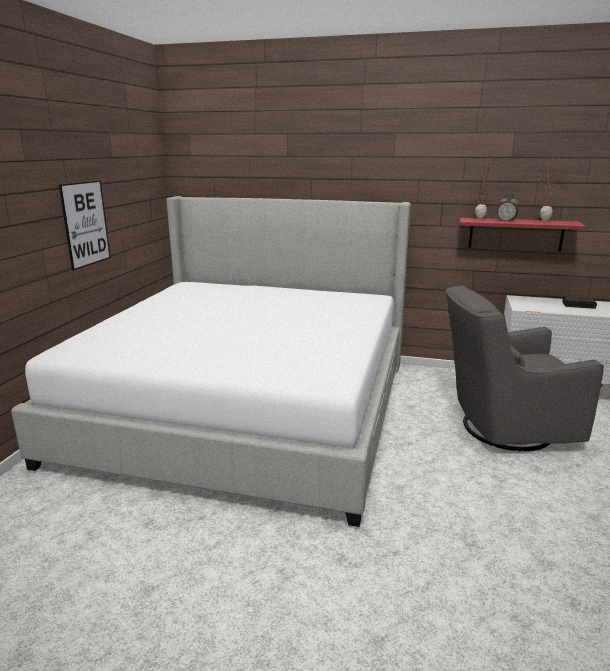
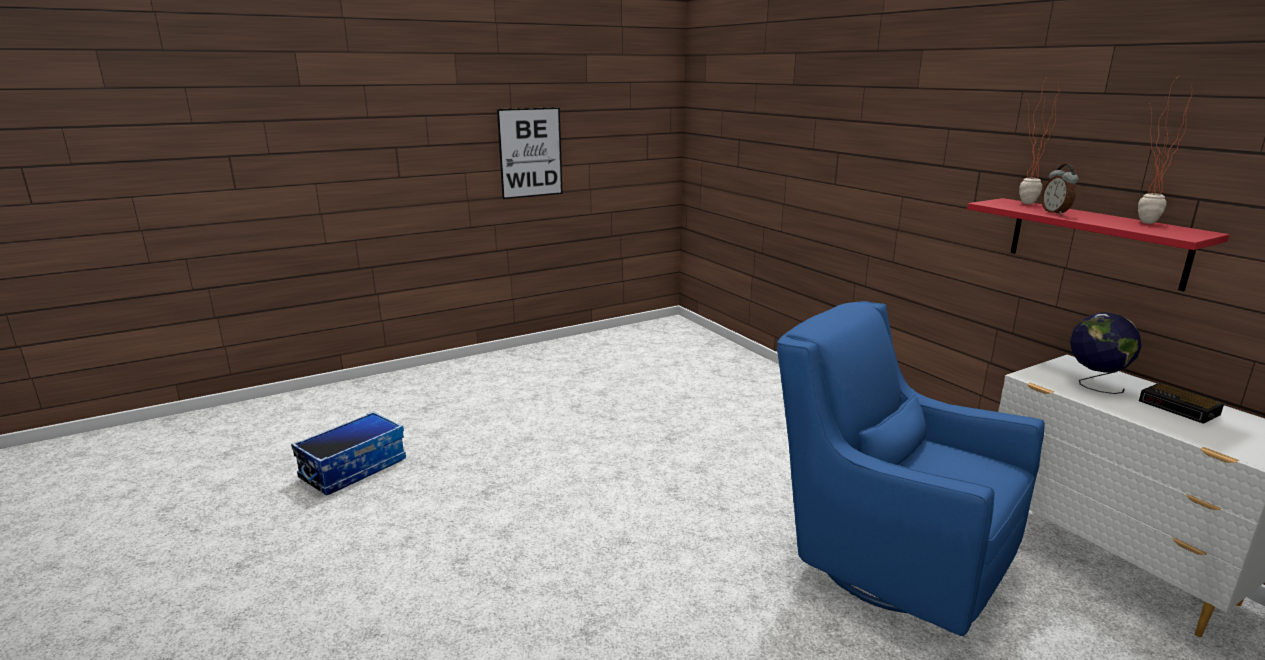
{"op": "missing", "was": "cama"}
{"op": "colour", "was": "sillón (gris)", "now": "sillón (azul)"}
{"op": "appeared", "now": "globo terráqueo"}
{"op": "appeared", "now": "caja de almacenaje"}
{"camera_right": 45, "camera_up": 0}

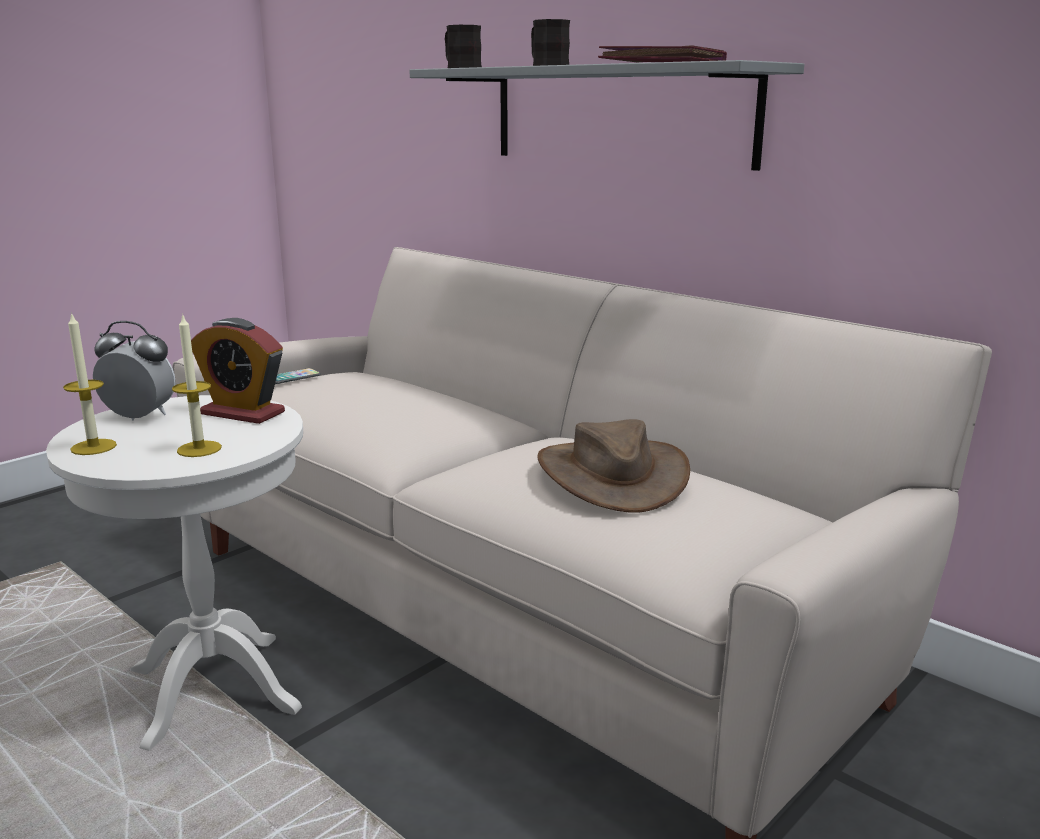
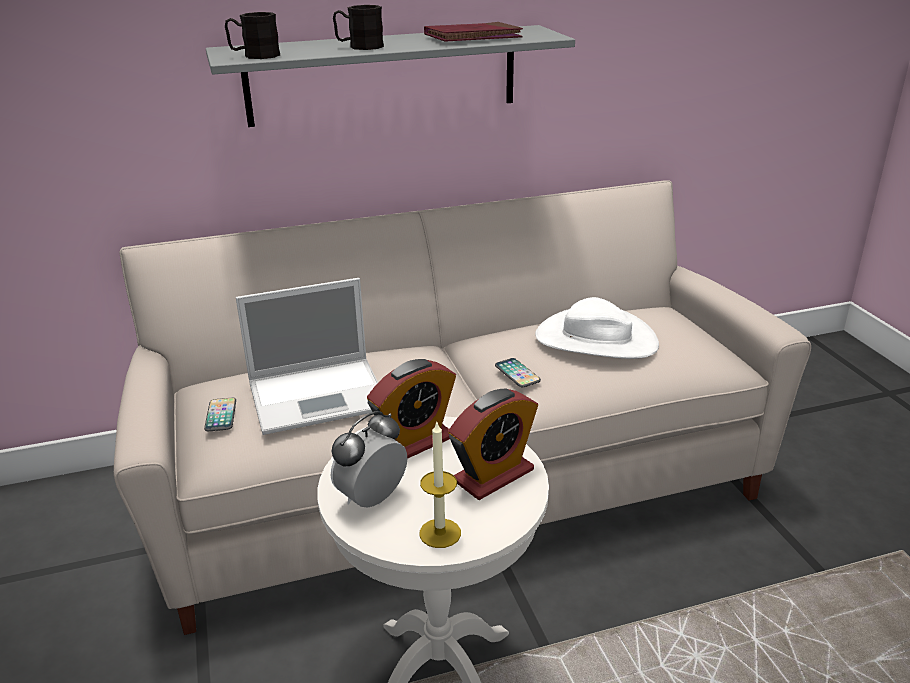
{"op": "exchanged", "was": "vela (no. 2 from left)", "now": "despertador (no. 3 from left)"}
{"op": "colour", "was": "sombrero (marrón)", "now": "sombrero (blanco)"}
{"op": "appeared", "now": "portátil"}
{"op": "appeared", "now": "móvil (no. 2 from left)"}
{"camera_right": -60, "camera_up": 10}

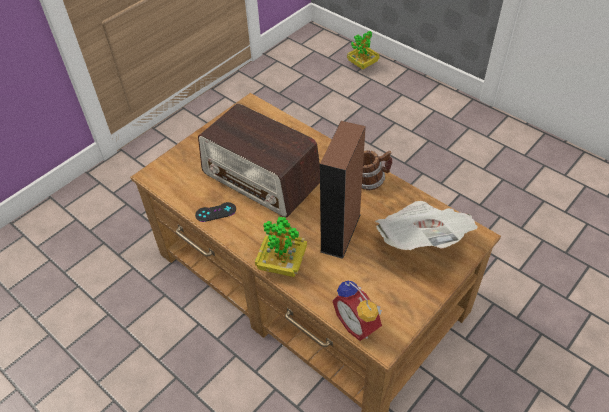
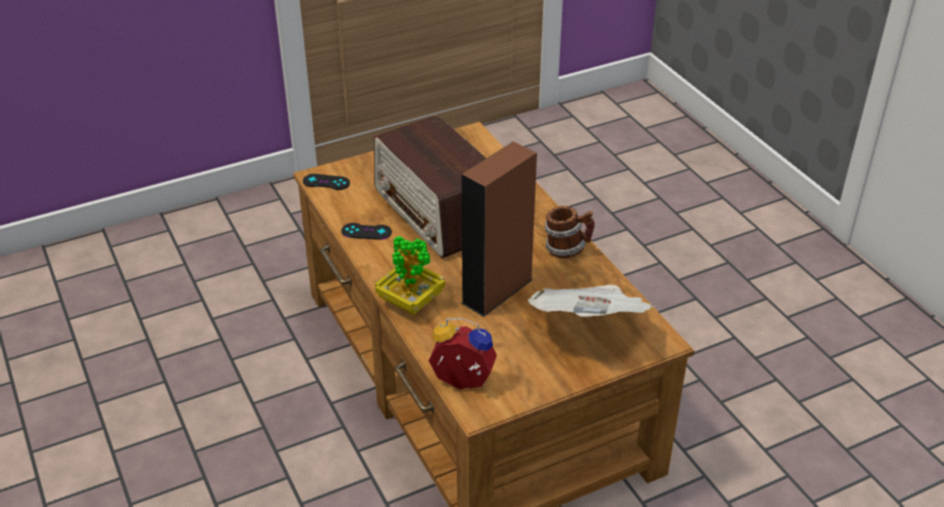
{"op": "missing", "was": "planta en maceta (no. 2 from left)"}
{"op": "spun", "was": "despertador", "clockwise": 120}
{"op": "appeared", "now": "mando de consola (negro) (no. 1 from left)"}
{"camera_right": 20, "camera_up": -10}

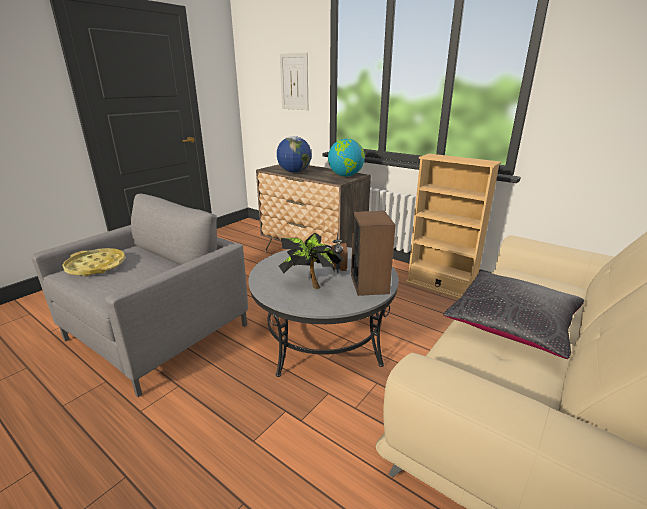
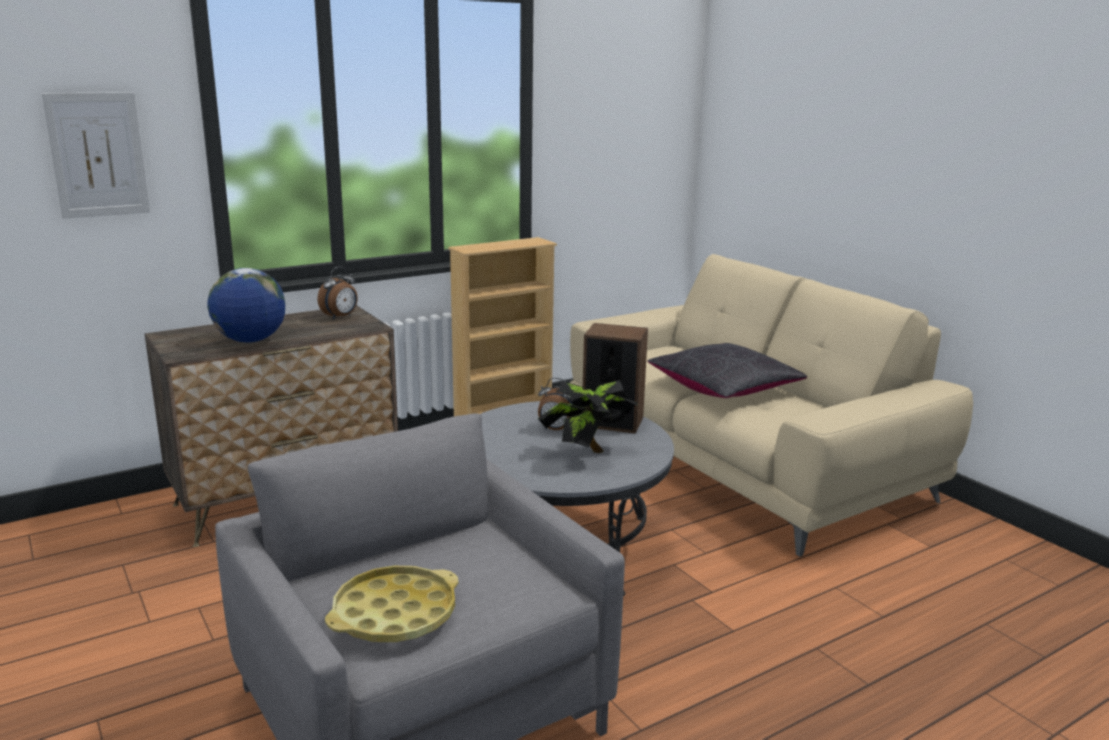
{"op": "exchanged", "was": "globo terráqueo (no. 2 from left)", "now": "despertador (no. 1 from left)"}
{"camera_right": -70, "camera_up": -5}

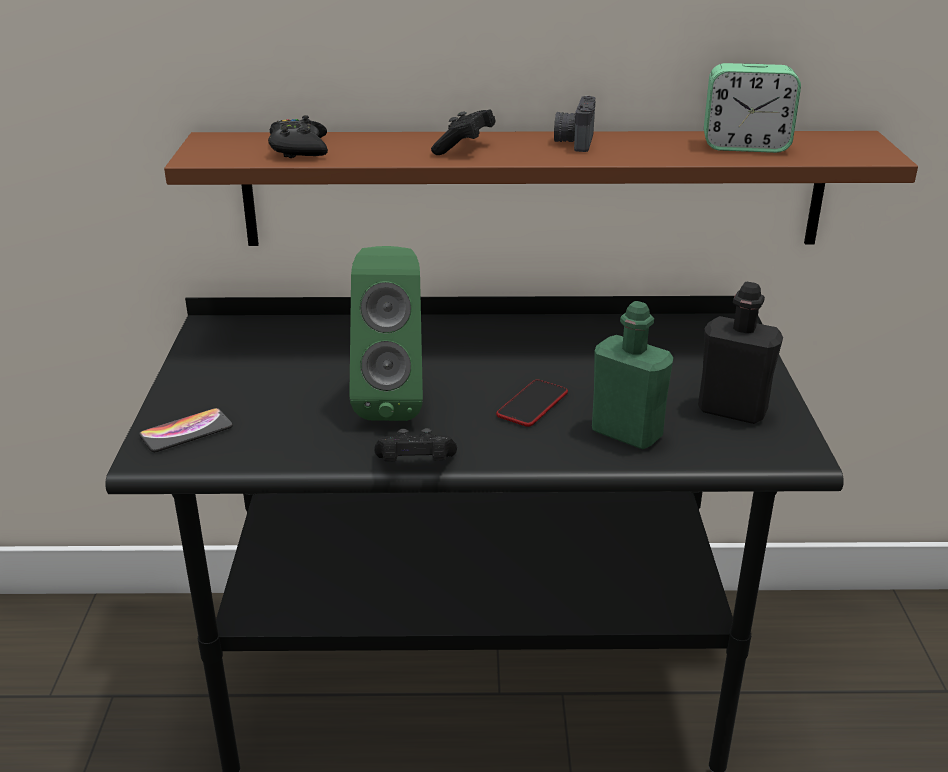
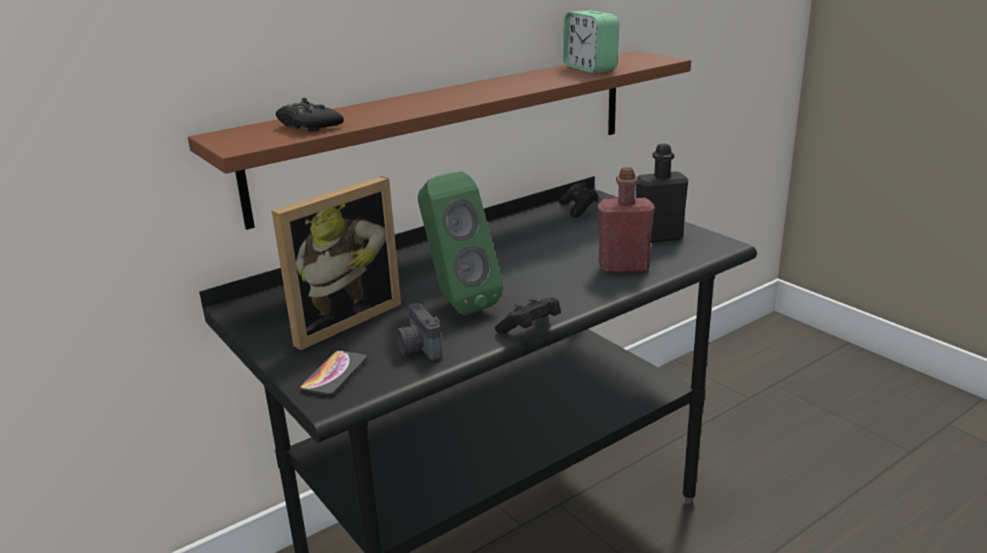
{"op": "spun", "was": "despertador", "clockwise": 90}
{"op": "relocated", "was": "cámara"}
{"op": "relocated", "was": "mando de consola (negro) (no. 3 from left)"}
{"op": "colour", "was": "botella (verde)", "now": "botella (rojo)"}
{"op": "missing", "was": "móvil (no. 2 from left)"}
{"op": "appeared", "now": "portarretratos"}
{"camera_right": -35, "camera_up": -5}

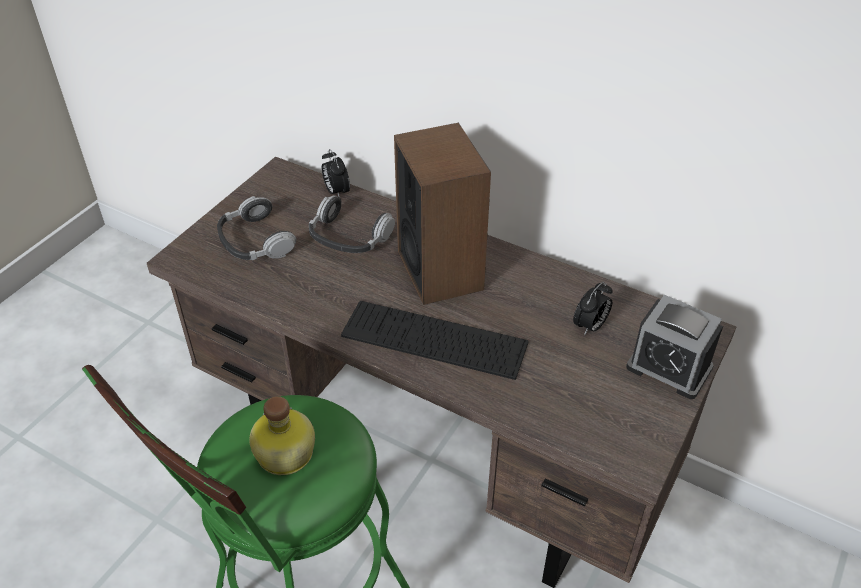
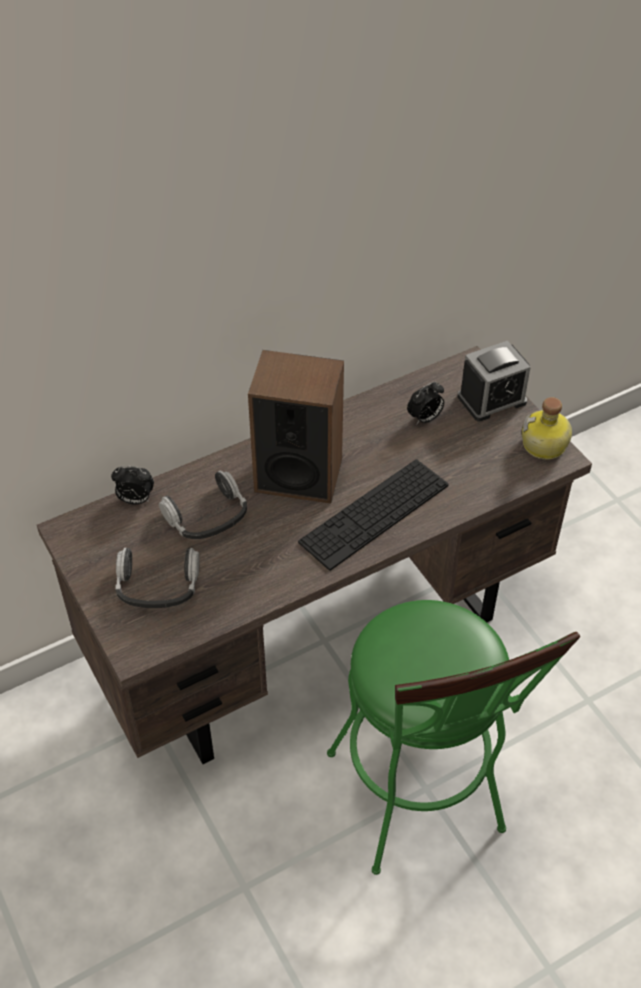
{"op": "spun", "was": "despertador (no. 2 from left)", "clockwise": 75}
{"op": "relocated", "was": "botella"}
{"camera_right": -60, "camera_up": 5}

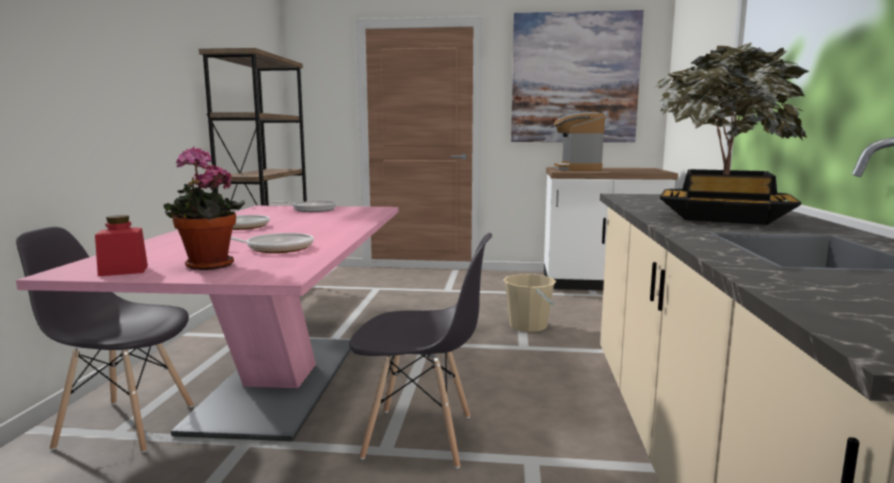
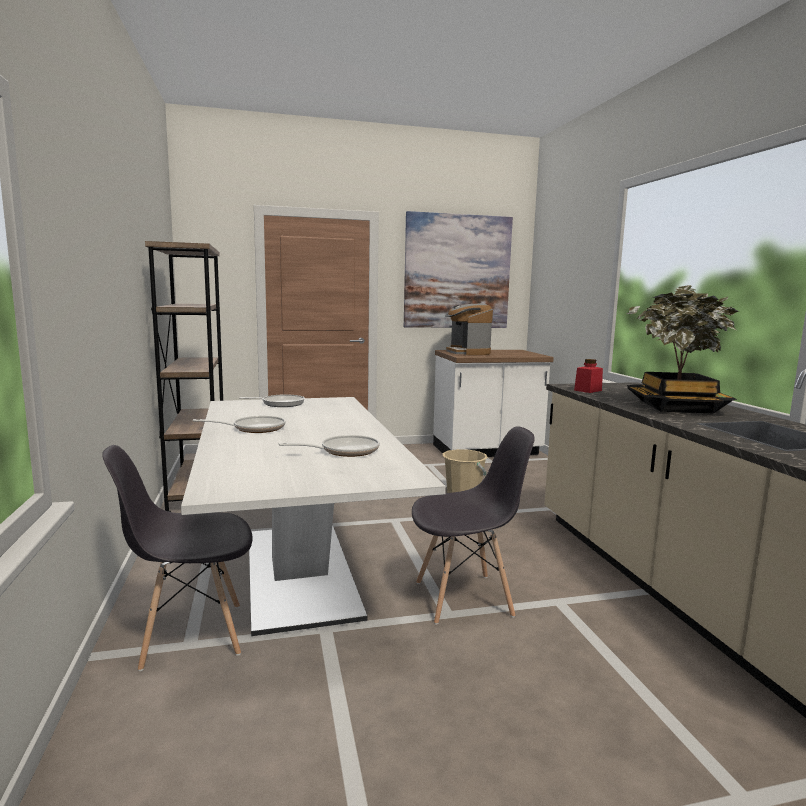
{"op": "missing", "was": "planta en maceta (no. 1 from left)"}
{"op": "colour", "was": "mesa de comedor (rosa)", "now": "mesa de comedor (blanco)"}
{"op": "relocated", "was": "tarro (rojo)"}
{"camera_right": -20, "camera_up": 0}

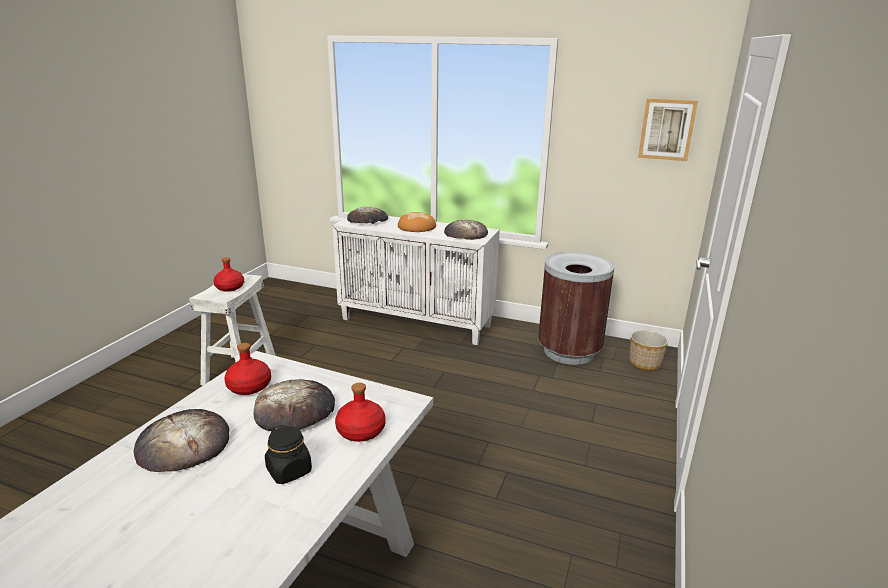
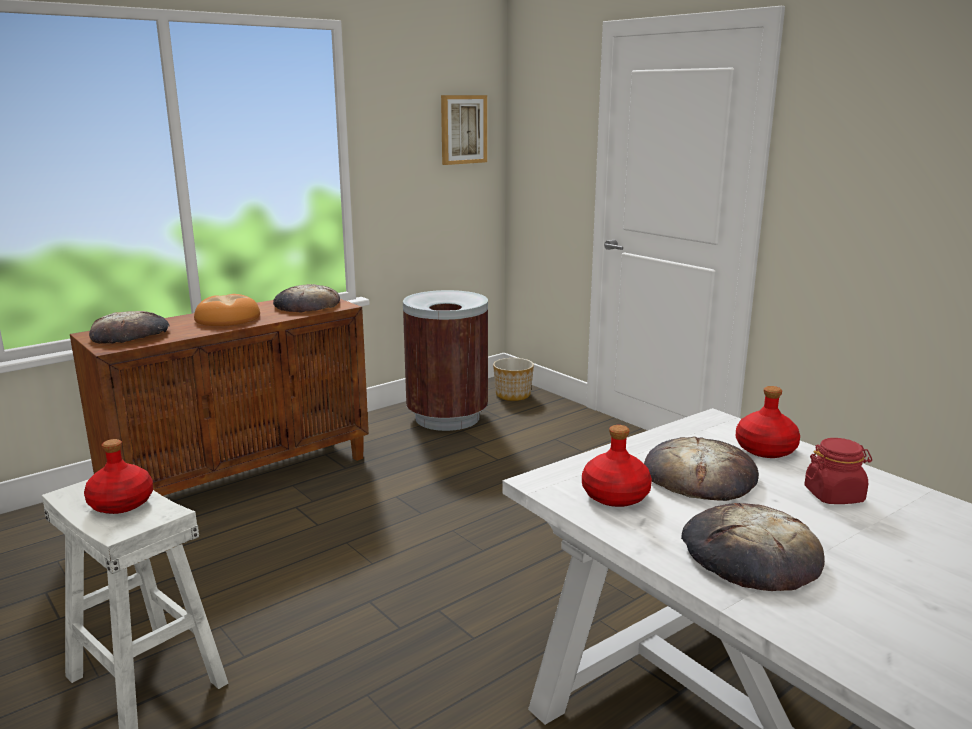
{"op": "colour", "was": "armario (blanco)", "now": "armario (marrón)"}
{"op": "colour", "was": "tarro (negro)", "now": "tarro (rojo)"}
{"camera_right": -60, "camera_up": -5}

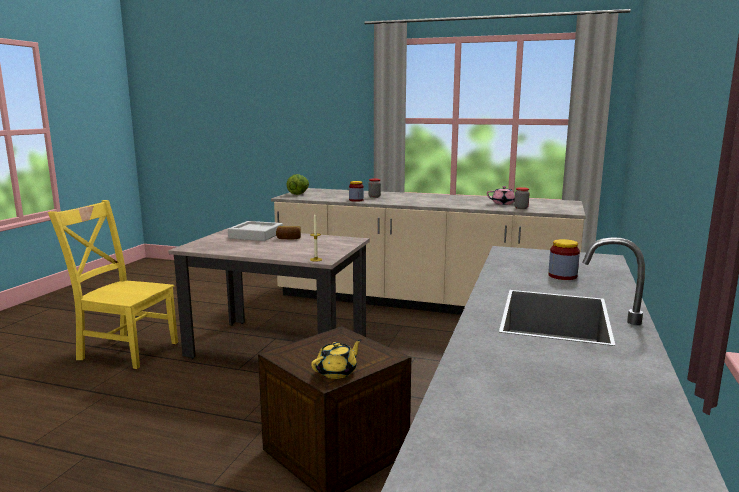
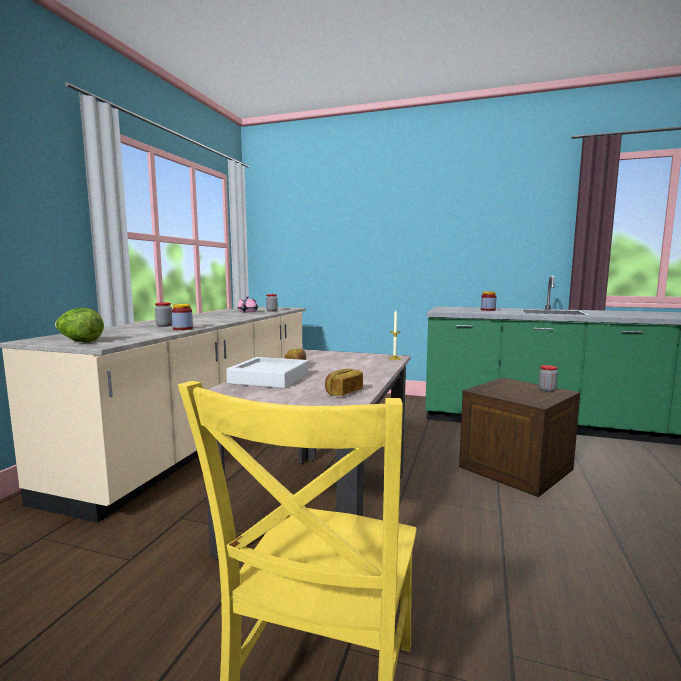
{"op": "exchanged", "was": "tetera (amarillo)", "now": "tarro (no. 5 from left)"}
{"op": "appeared", "now": "pan (no. 2 from left)"}
{"camera_right": -90, "camera_up": -5}

